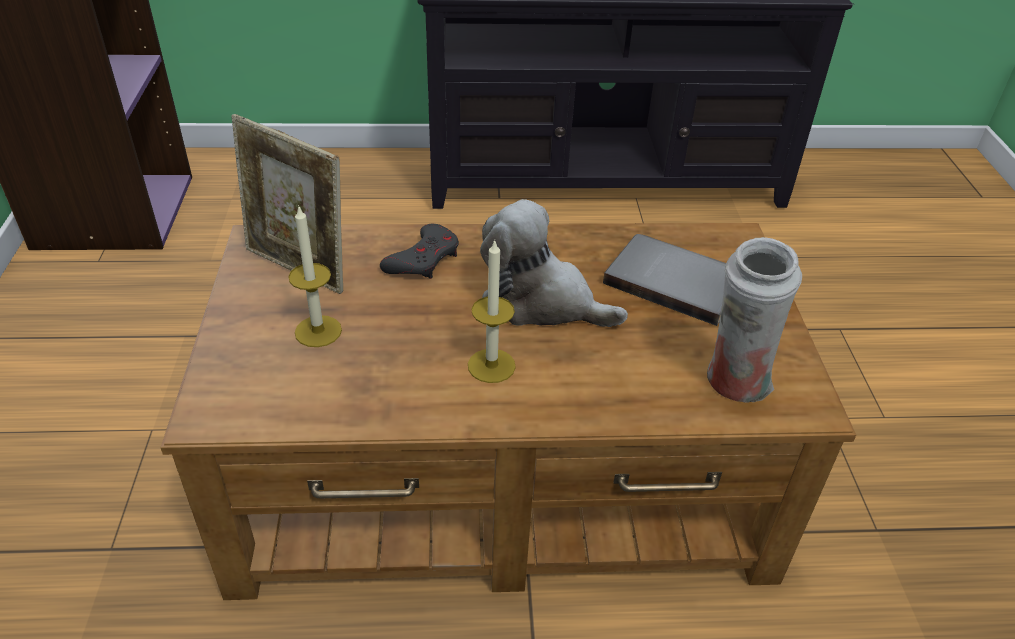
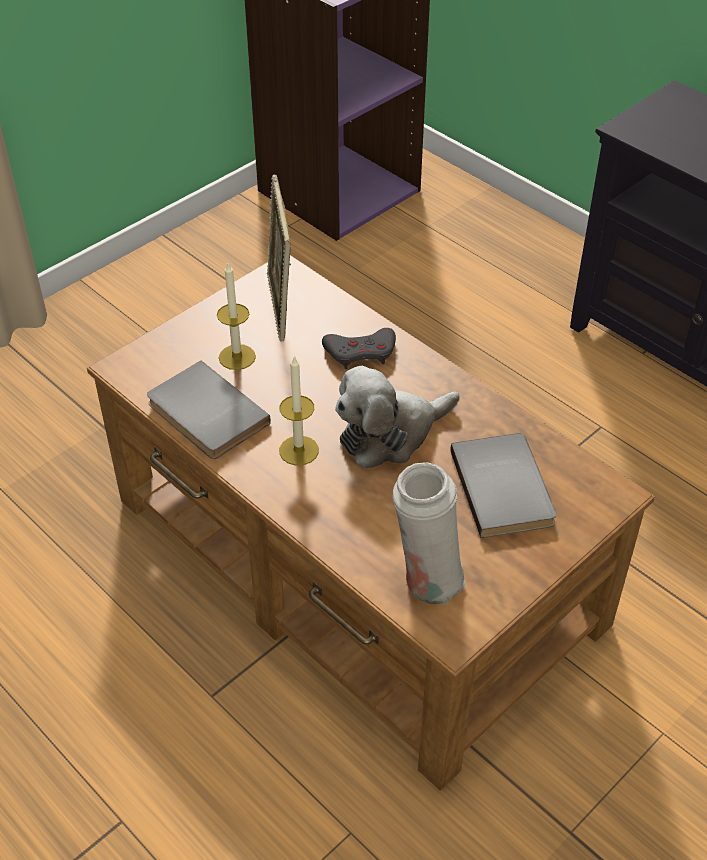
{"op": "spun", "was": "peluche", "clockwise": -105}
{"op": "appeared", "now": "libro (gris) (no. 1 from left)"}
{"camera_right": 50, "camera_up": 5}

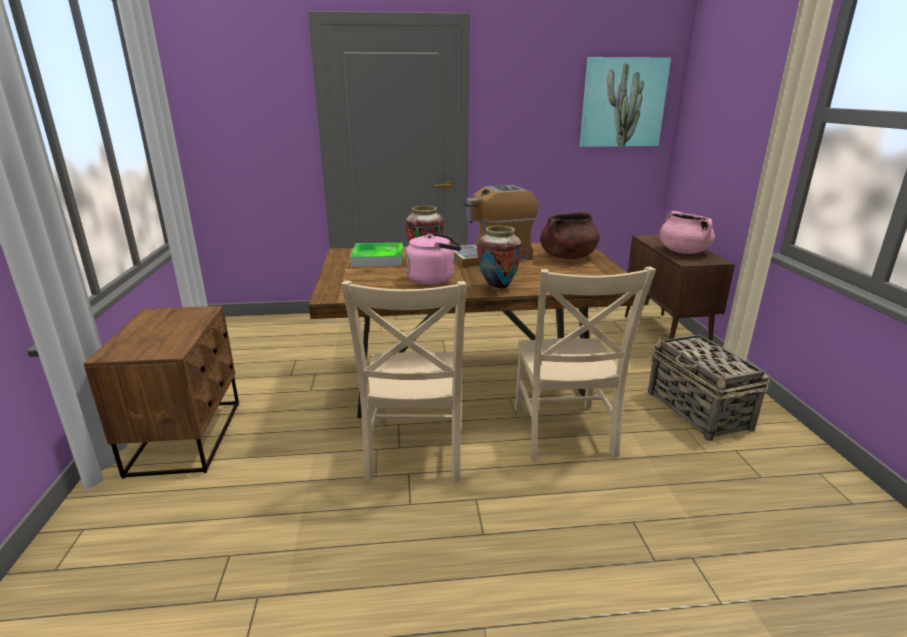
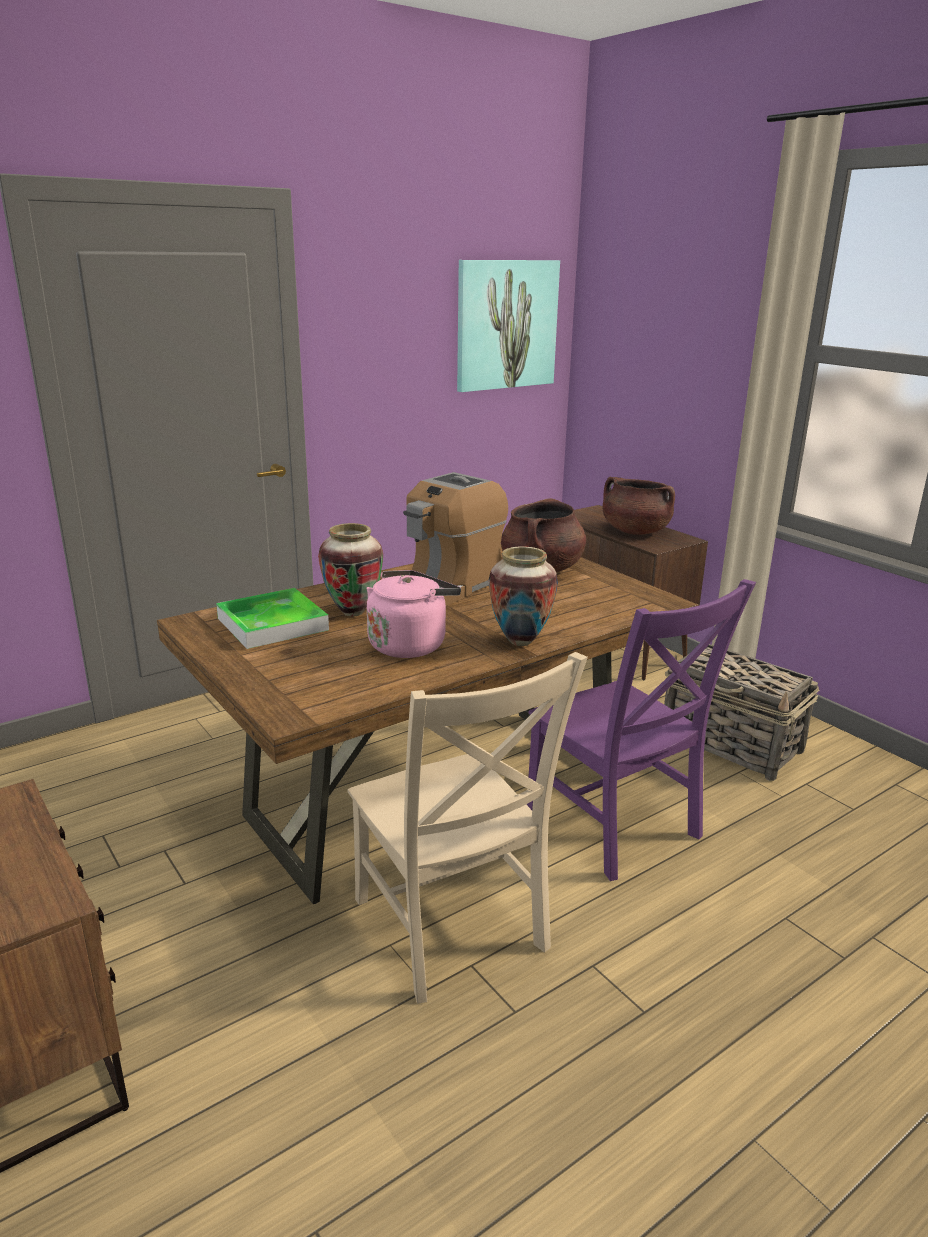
{"op": "colour", "was": "olla (rosa)", "now": "olla (marrón) (no. 2 from left)"}
{"op": "colour", "was": "silla (beis) (no. 2 from left)", "now": "silla (morado)"}
{"camera_right": -30, "camera_up": 0}

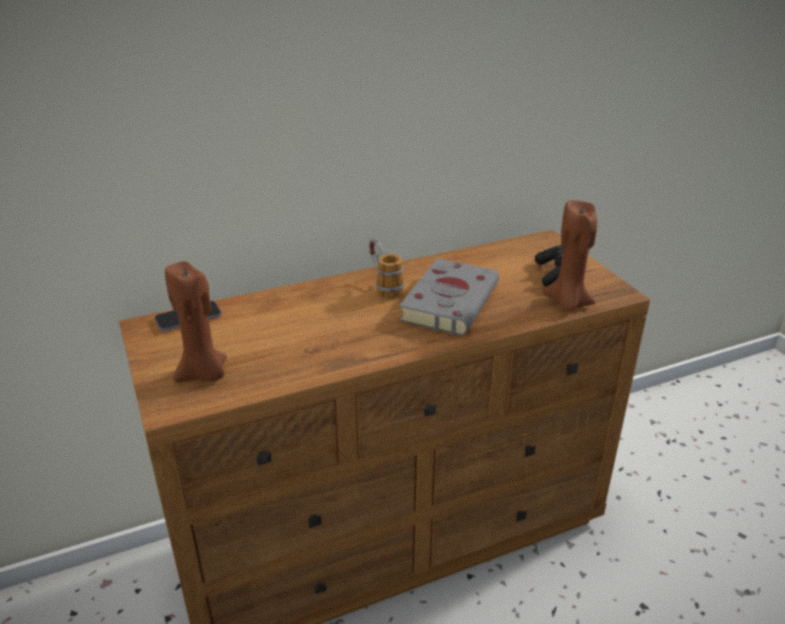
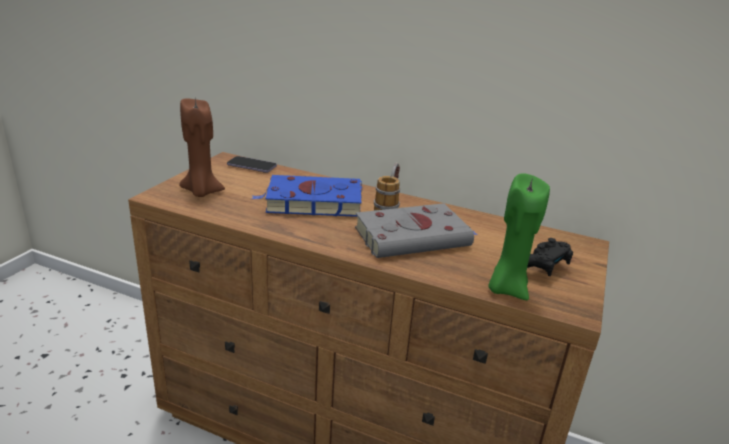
{"op": "colour", "was": "vela (marrón) (no. 2 from left)", "now": "vela (verde)"}
{"op": "appeared", "now": "libro (azul)"}
{"camera_right": 45, "camera_up": -5}

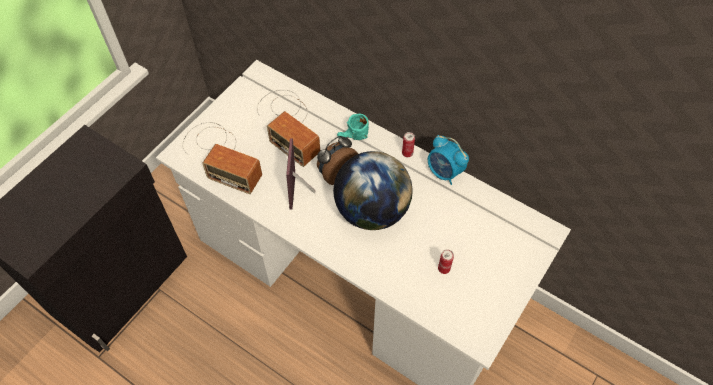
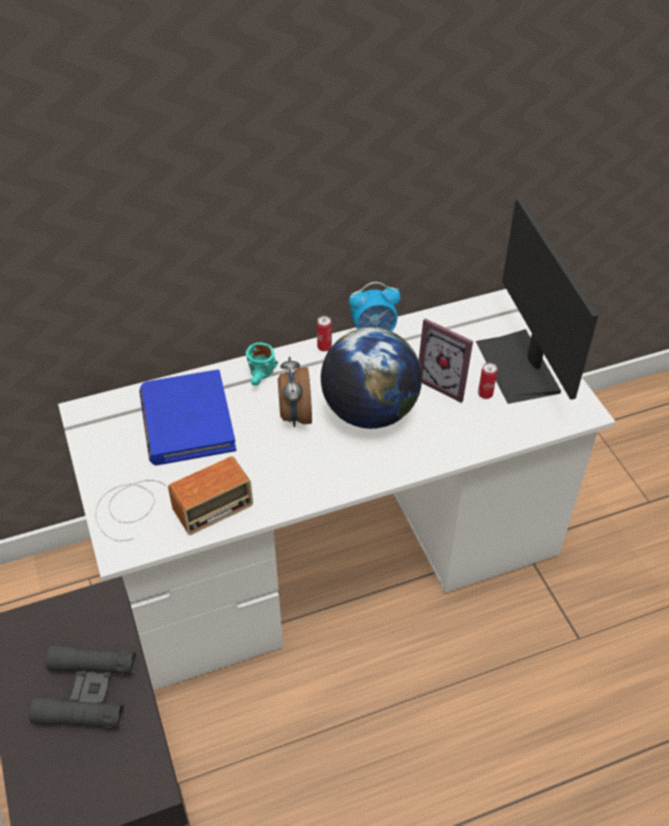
{"op": "exchanged", "was": "radio (no. 2 from left)", "now": "libro (azul)"}
{"op": "relocated", "was": "portarretratos"}
{"op": "appeared", "now": "monitor"}
{"op": "appeared", "now": "prismáticos (negro)"}
{"camera_right": -55, "camera_up": -10}

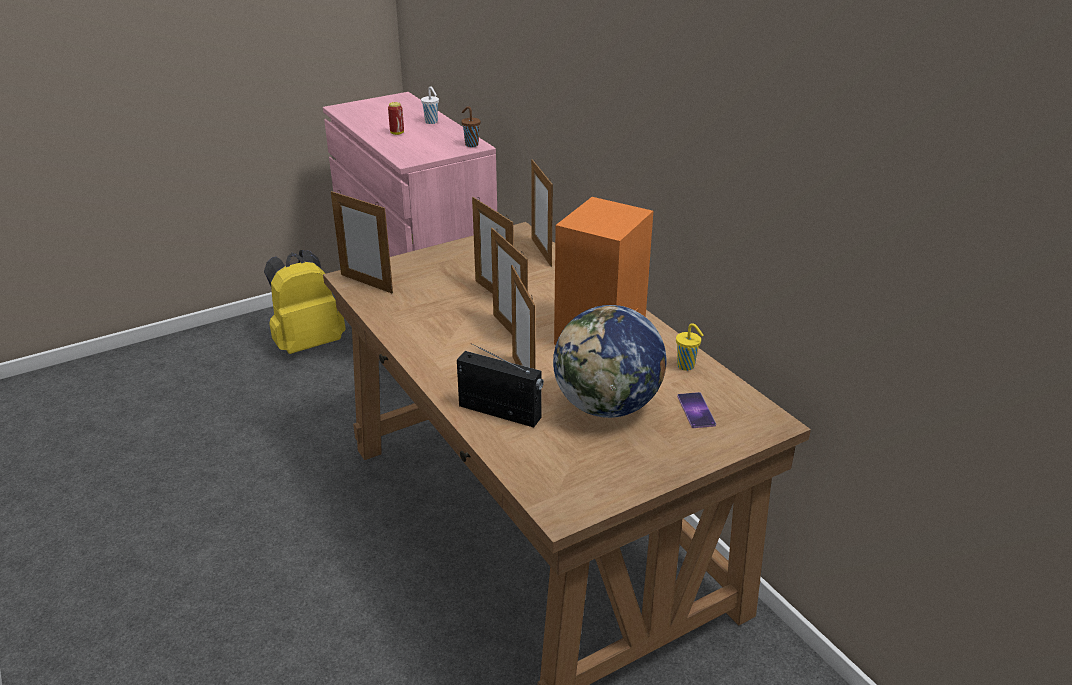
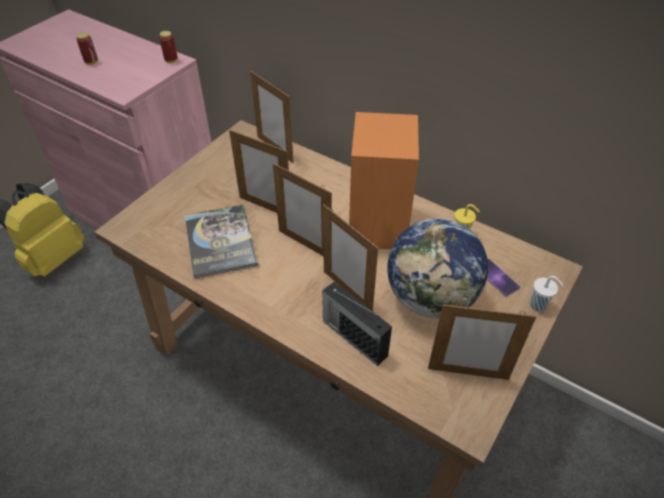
{"op": "relocated", "was": "taza (blanco)"}
{"op": "exchanged", "was": "taza (marrón)", "now": "lata (no. 2 from left)"}
{"op": "relocated", "was": "portarretratos (no. 1 from left in the first image)", "now": "portarretratos (no. 5 from left)"}
{"op": "spun", "was": "radio", "clockwise": -135}
{"op": "appeared", "now": "libro"}
{"camera_right": -25, "camera_up": 15}

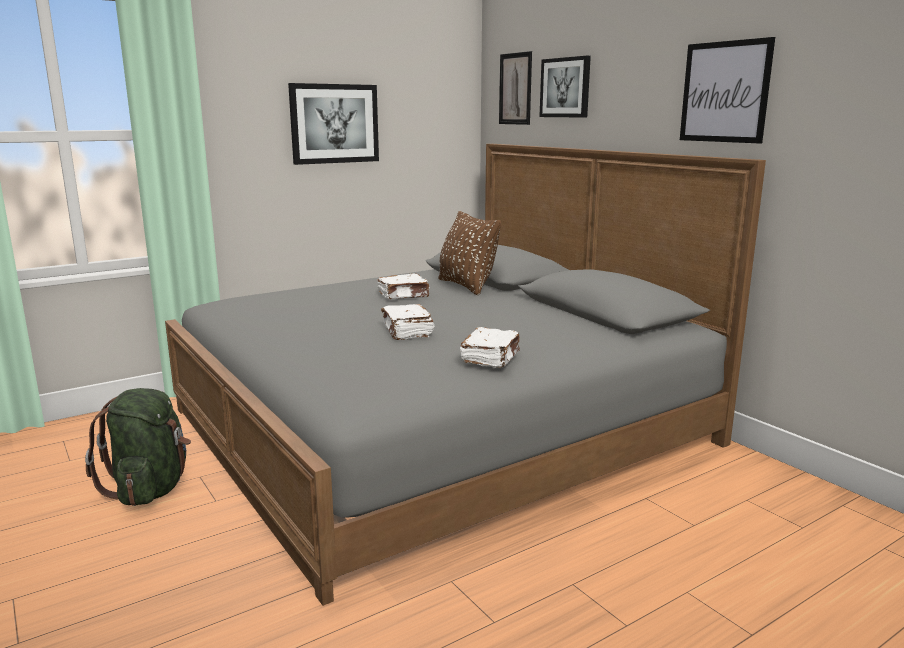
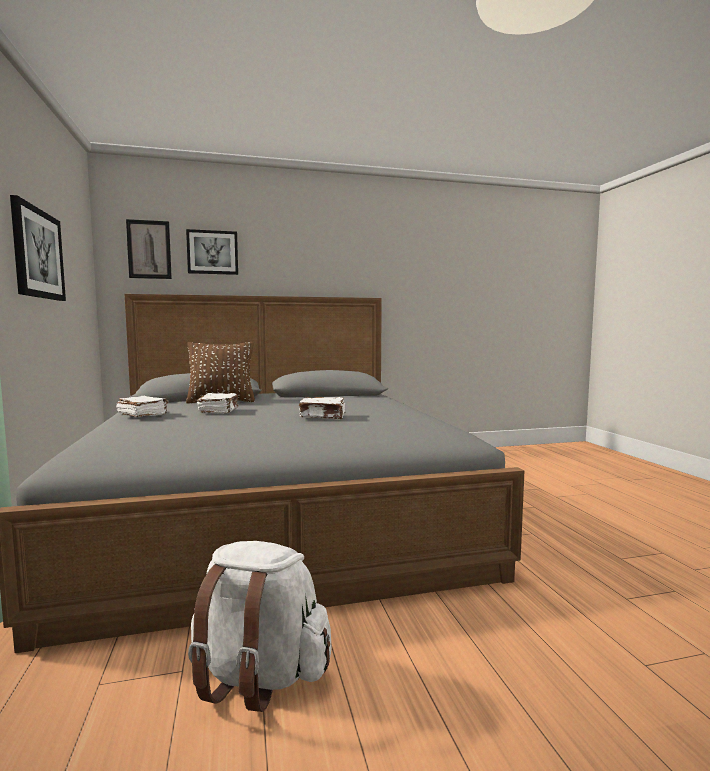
{"op": "missing", "was": "cuadro (no. 4 from left)"}
{"op": "relocated", "was": "libro (blanco) (no. 3 from left in the first image)", "now": "libro (blanco) (no. 1 from left)"}
{"op": "colour", "was": "mochila (verde)", "now": "mochila (blanco)"}
{"camera_right": -70, "camera_up": -10}

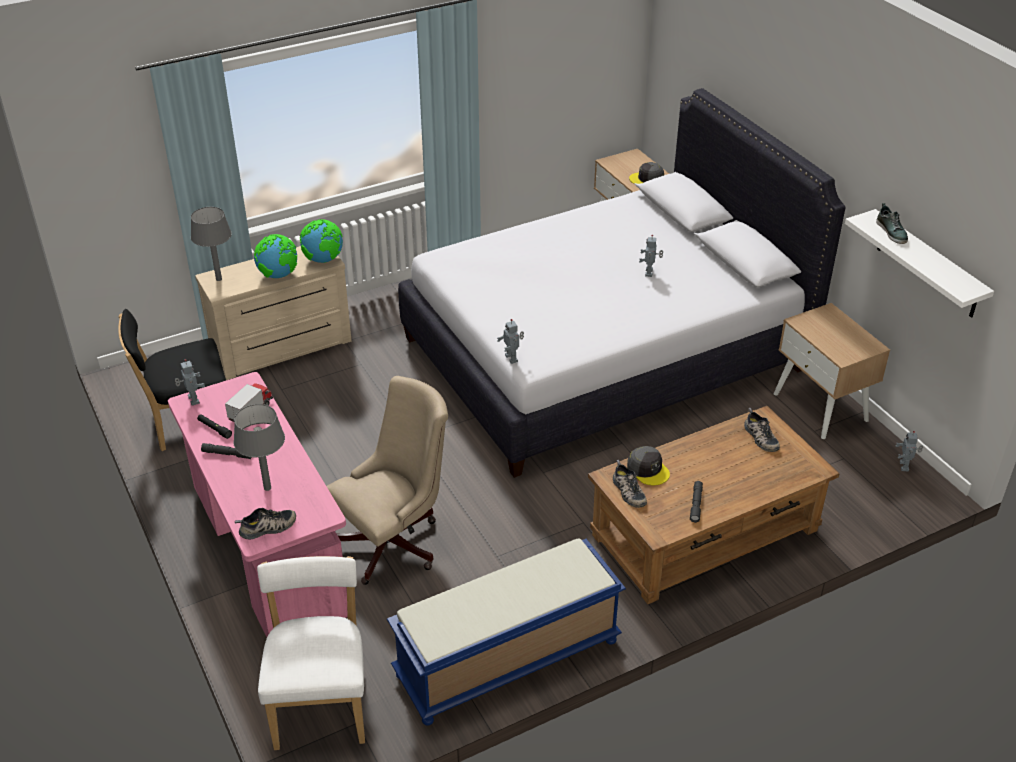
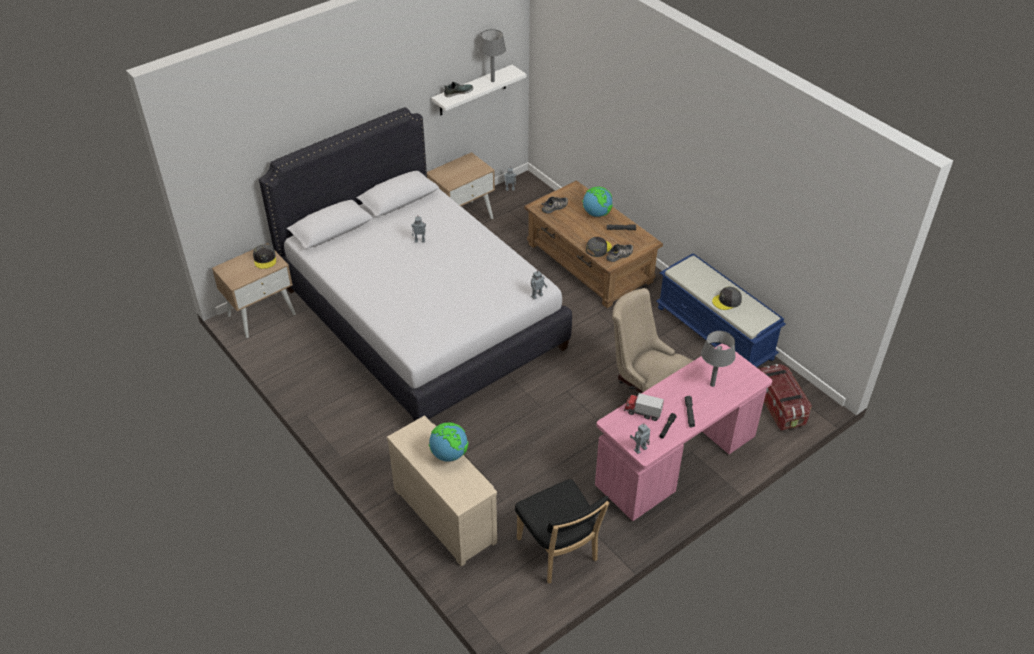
{"op": "relocated", "was": "lámpara de mesa (gris) (no. 1 from left)"}
{"op": "relocated", "was": "globo terráqueo (no. 2 from left)"}
{"op": "missing", "was": "zapato (no. 1 from left)"}
{"op": "exchanged", "was": "silla (blanco)", "now": "caja de almacenaje"}
{"op": "appeared", "now": "gorra (gris) (no. 3 from left)"}
{"camera_right": -100, "camera_up": 5}

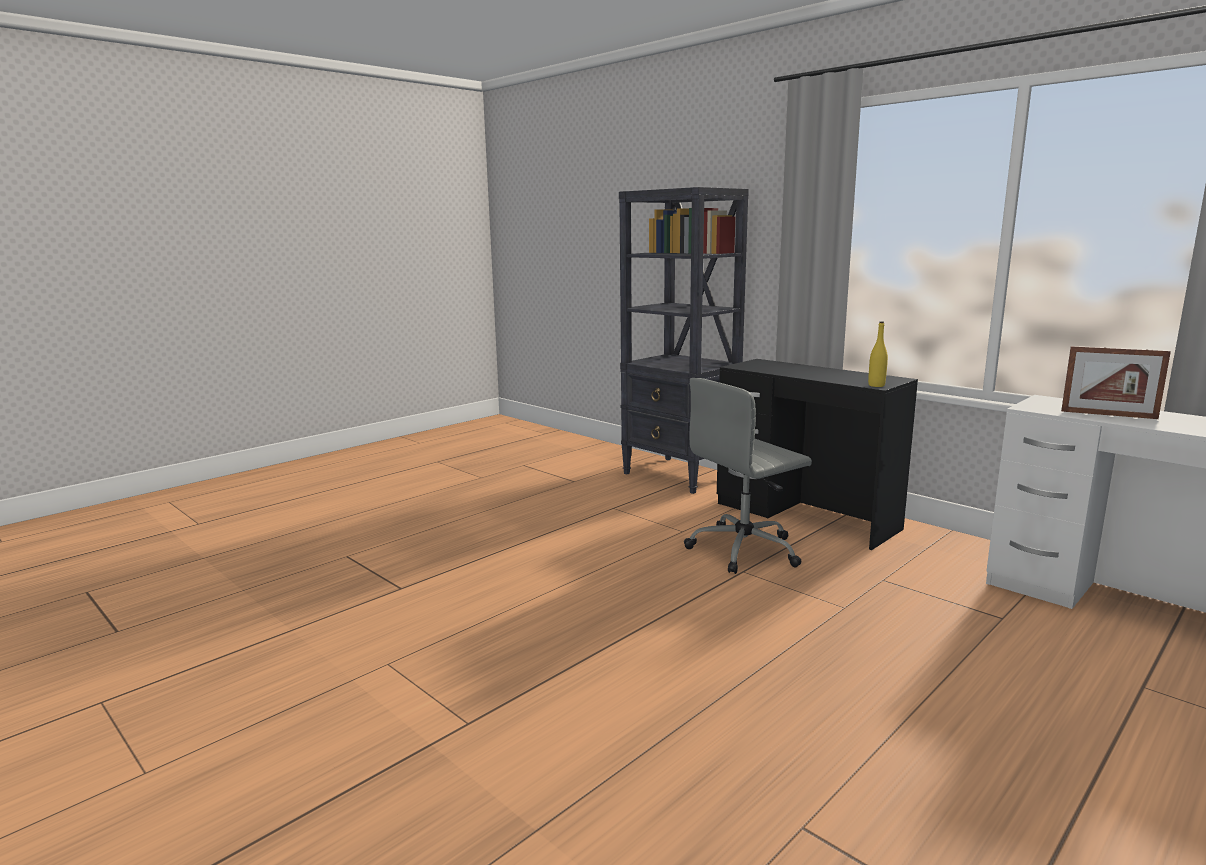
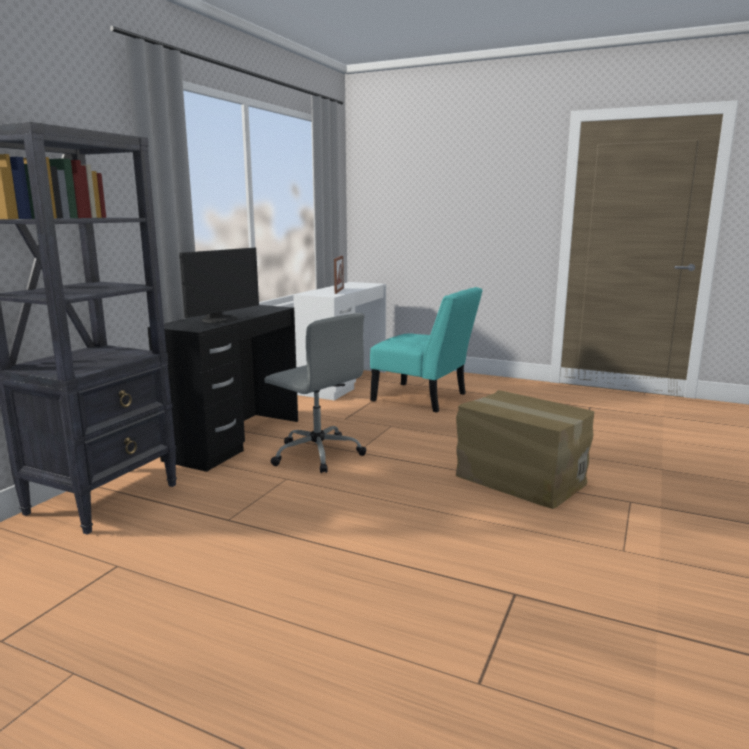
{"op": "missing", "was": "botella (amarillo)"}
{"op": "appeared", "now": "monitor"}
{"op": "appeared", "now": "silla (turquesa)"}
{"op": "appeared", "now": "caja de cartón"}
{"camera_right": -110, "camera_up": 0}

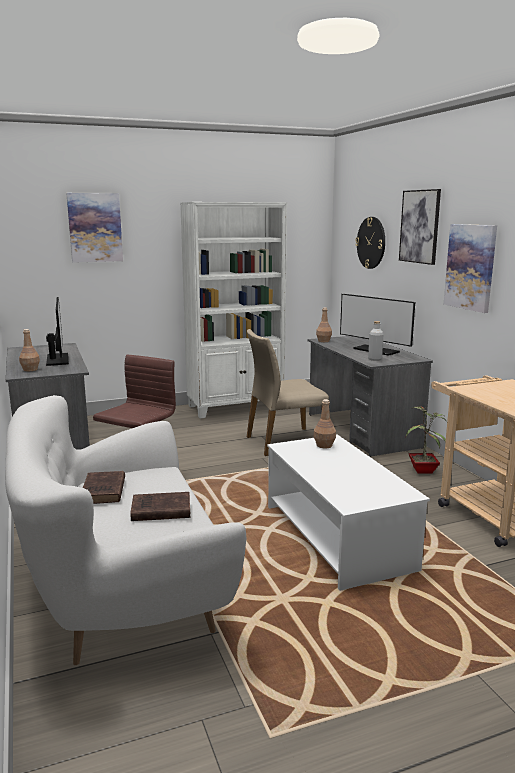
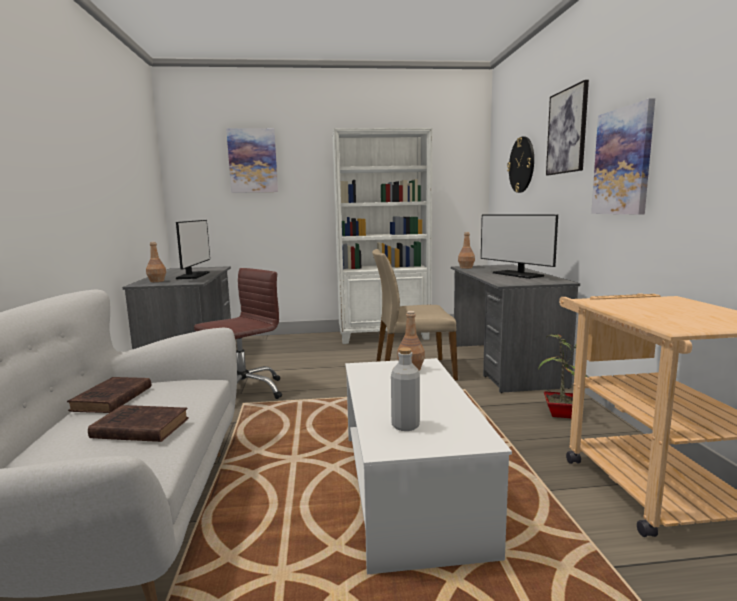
{"op": "relocated", "was": "botella (gris)"}
{"camera_right": 15, "camera_up": -5}

